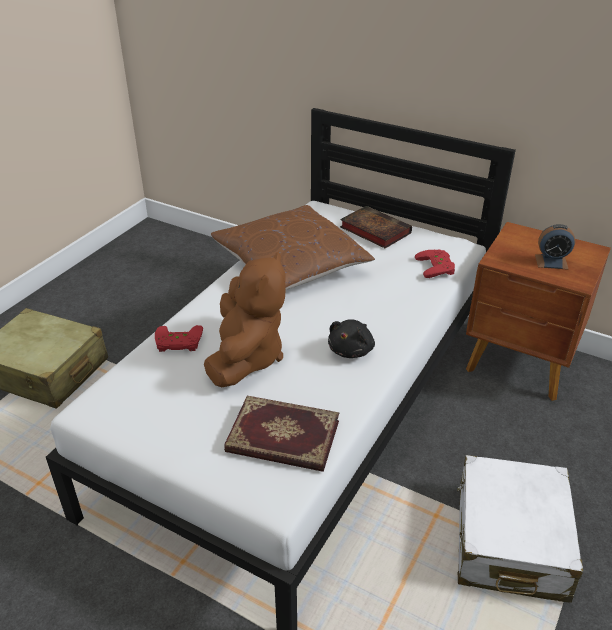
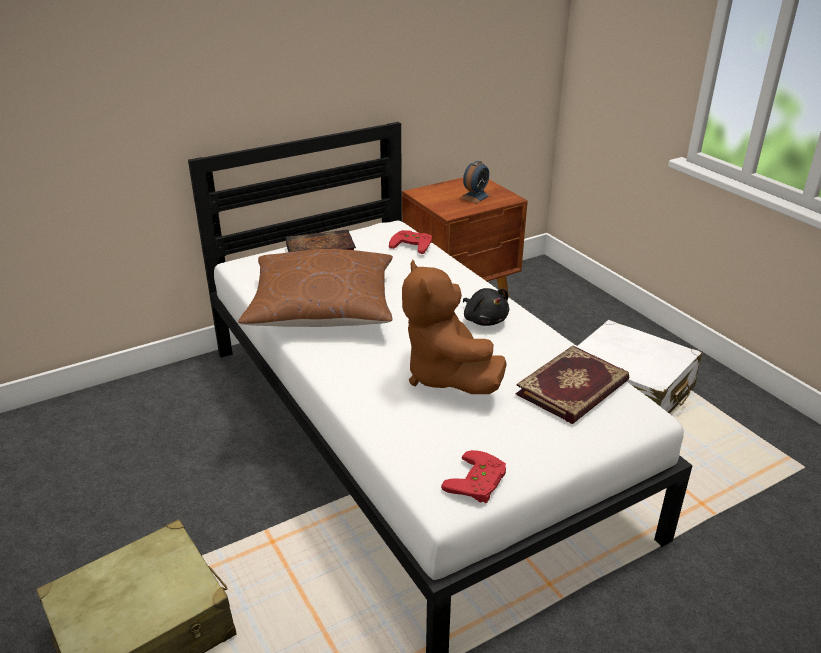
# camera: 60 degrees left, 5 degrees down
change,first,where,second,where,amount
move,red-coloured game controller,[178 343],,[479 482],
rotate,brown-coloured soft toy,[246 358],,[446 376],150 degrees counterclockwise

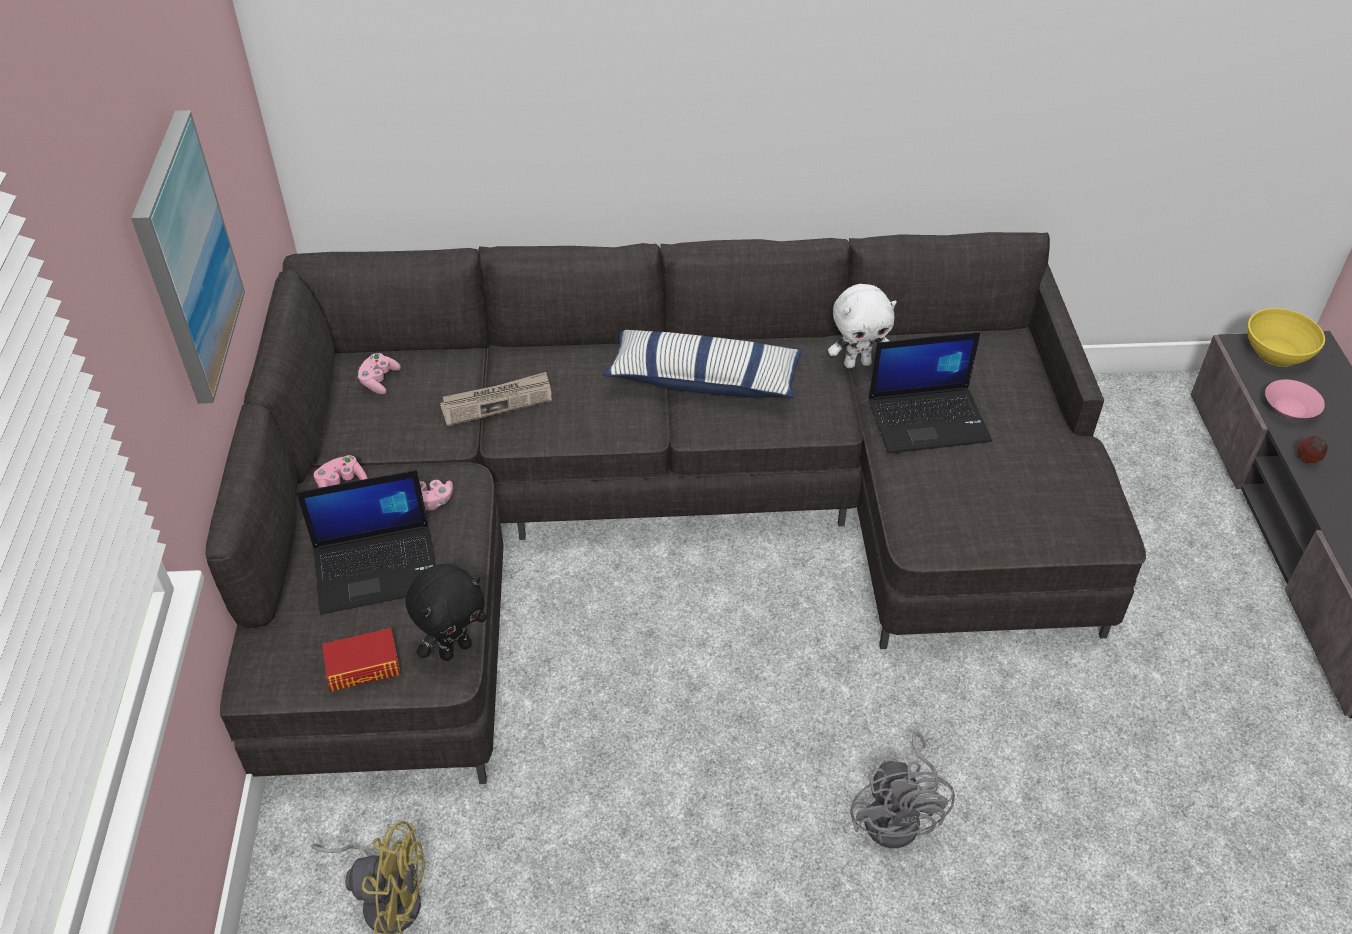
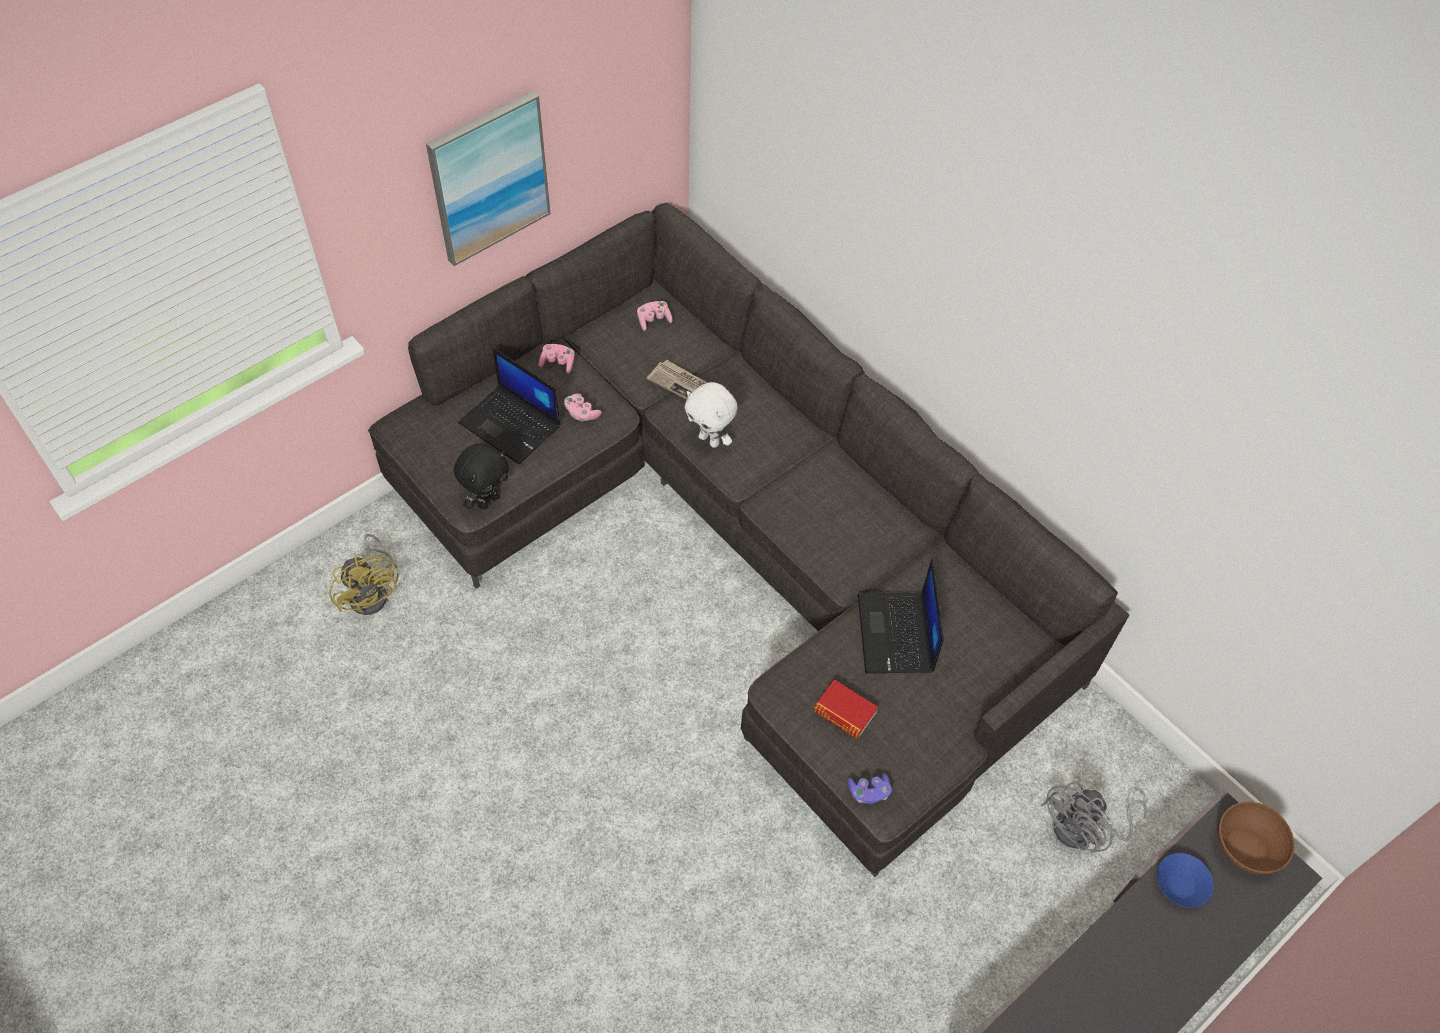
# camera: 50 degrees right, 10 degrees up
change,first,where,second,where,amount
delete,cushion,[704 379],,,
delete,whole apple,[1307 460],,,
insert,,,purplish game controller,[868 792],
move,volume,[363 665],,[844 712],
move,white-coloured soft toy,[857 363],,[710 440],
move,greyish fan,[899 816],,[1083 831],
recolor,yellowish deep dish,[1277 353],brown-coloured deep dish,[1245 847],
recolor,pink-coloured deep dish,[1290 409],bluish deep dish,[1180 885],
rotate,black-coloured soft toy,[455 649],,[487 500],60 degrees counterclockwise
rotate,laptop,[929 419],,[896 634],45 degrees clockwise

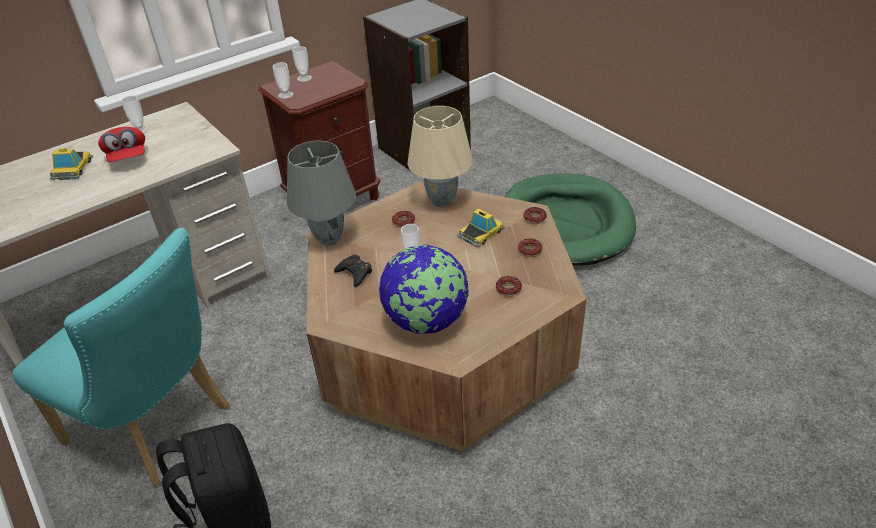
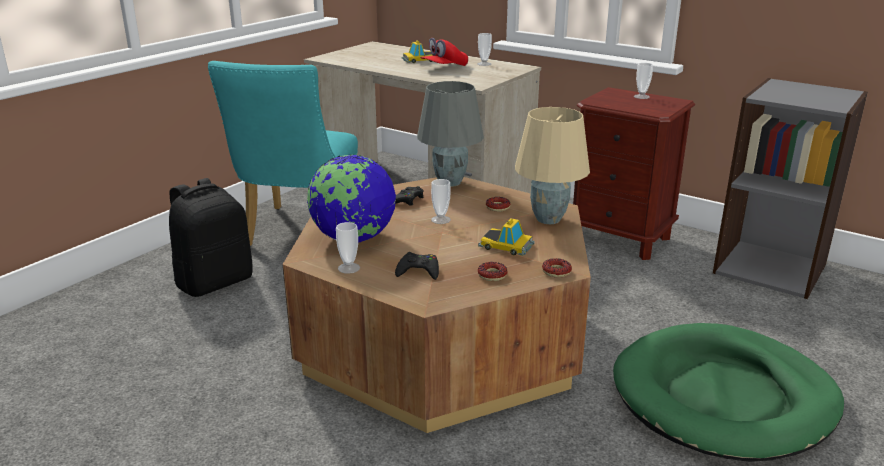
# camera: 70 degrees right, 15 degrees down
change,first,where,second,where,amount
move,cup,[285 95],,[349 268],
replace,donut,[508 289],black-coloured game controller,[418 271],

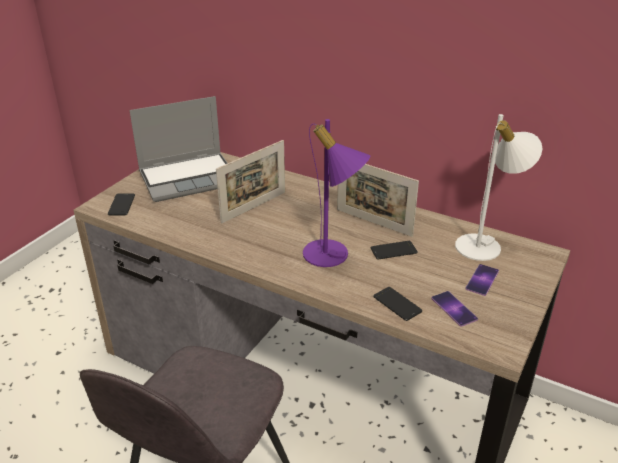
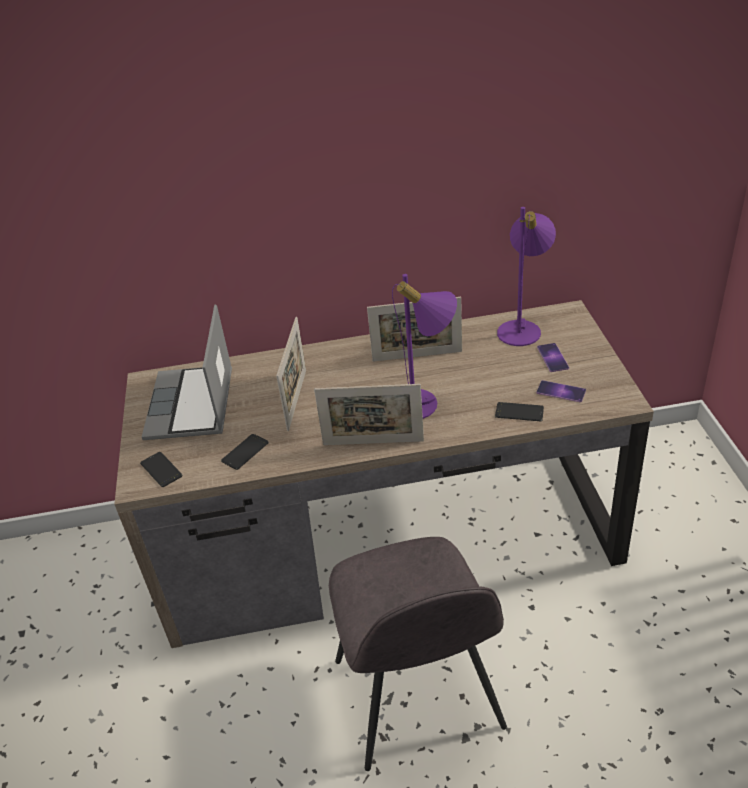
# camera: 35 degrees left, 5 degrees up
change,first,where,second,where,amount
insert,,,photo frame,[373 443],
move,handset,[393 251],,[245 452],
recolor,white-coloured lamp for a table,[486 245],purplish lamp for a table,[523 328],
rotate,laptop,[189 178],,[192 405],150 degrees clockwise

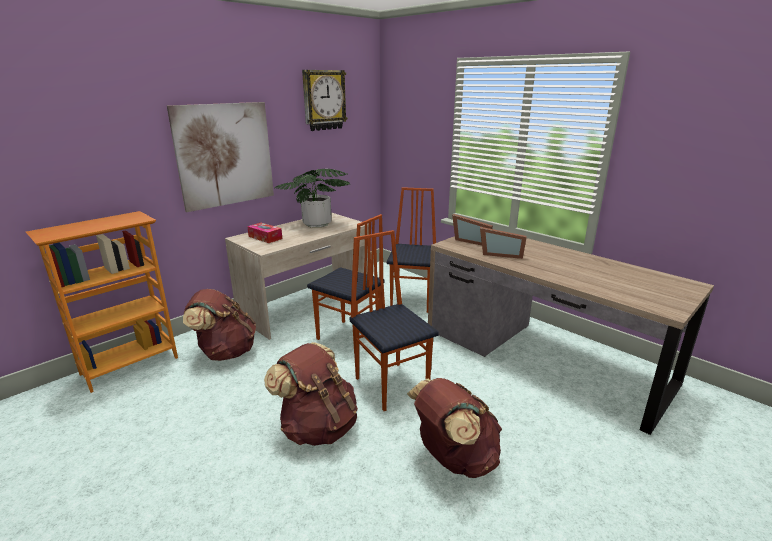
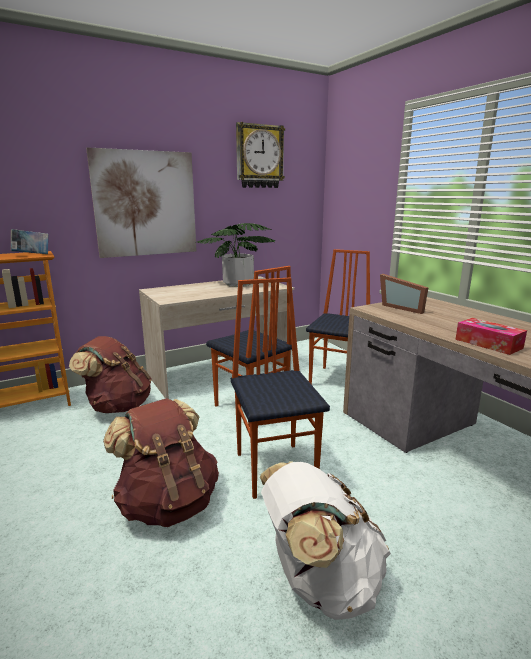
# camera: 15 degrees right, 5 degrees down
change,first,where,second,where,amount
delete,photo frame,[500 254],,,
insert,,,volume,[32 255],
move,tissue holder,[265 237],,[488 344],
recolor,brown-coloured rucksack,[454 458],white-coloured rucksack,[320 581],

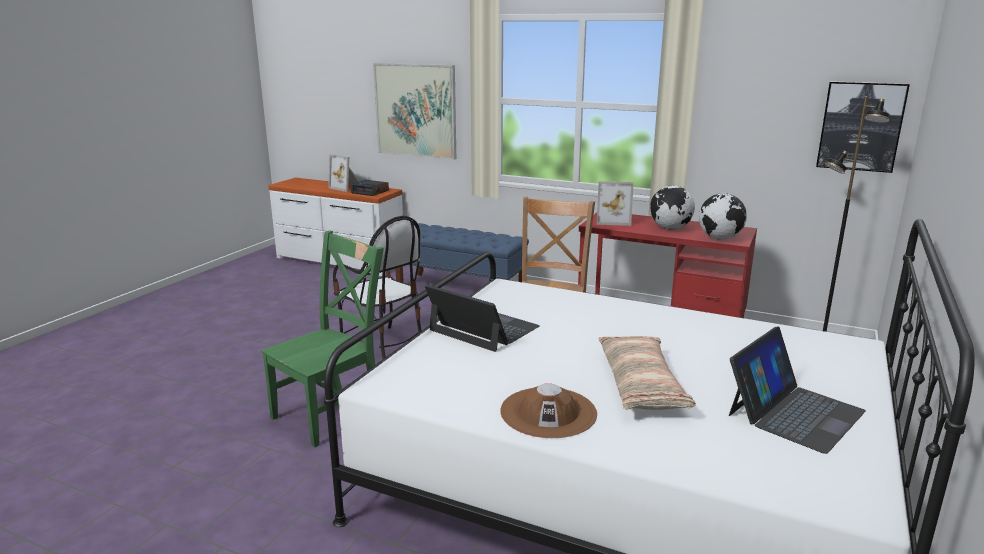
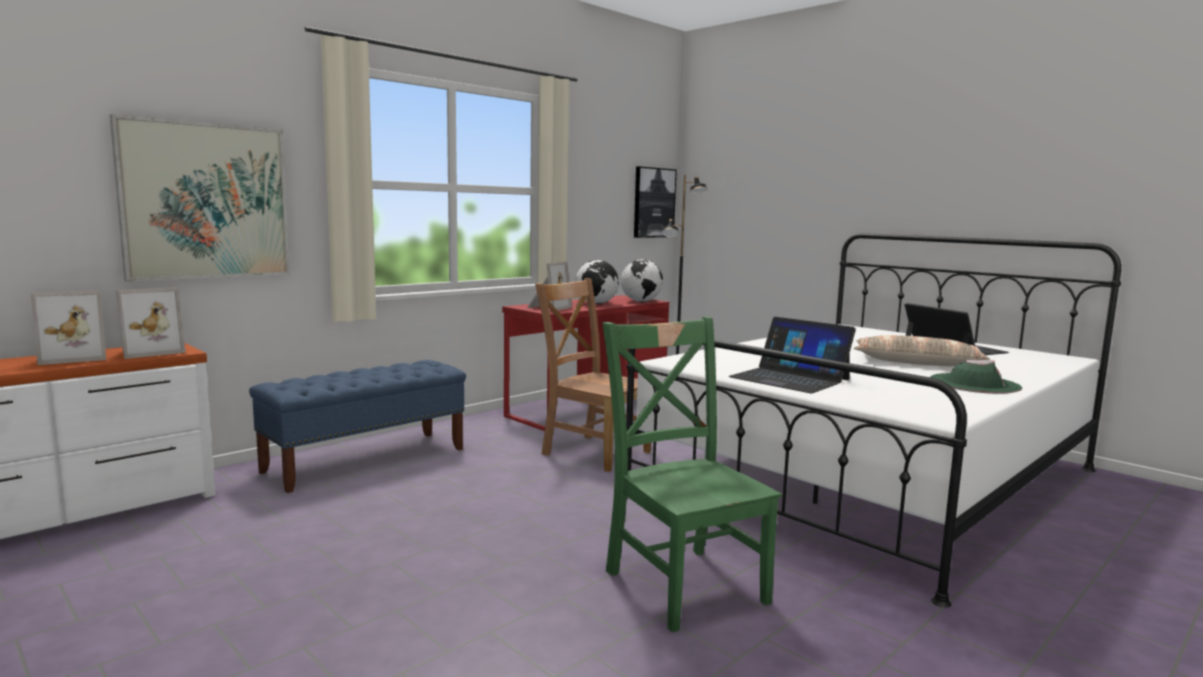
# camera: 70 degrees left, 10 degrees down
change,first,where,second,where,amount
delete,chair,[383 346],,,
replace,bedside clock,[370 192],photo frame,[150 351],
recolor,brown-coloured clothing hat,[548 412],greenish clothing hat,[974 384],
rotate,laptop,[483 329],,[789 378],105 degrees counterclockwise

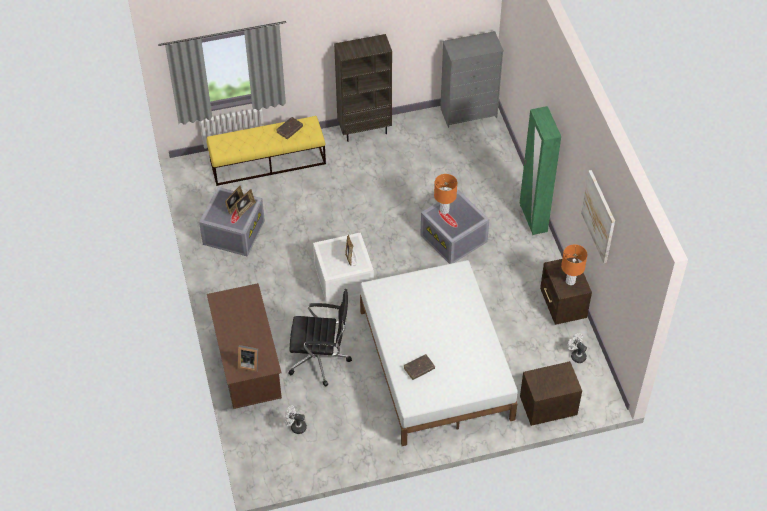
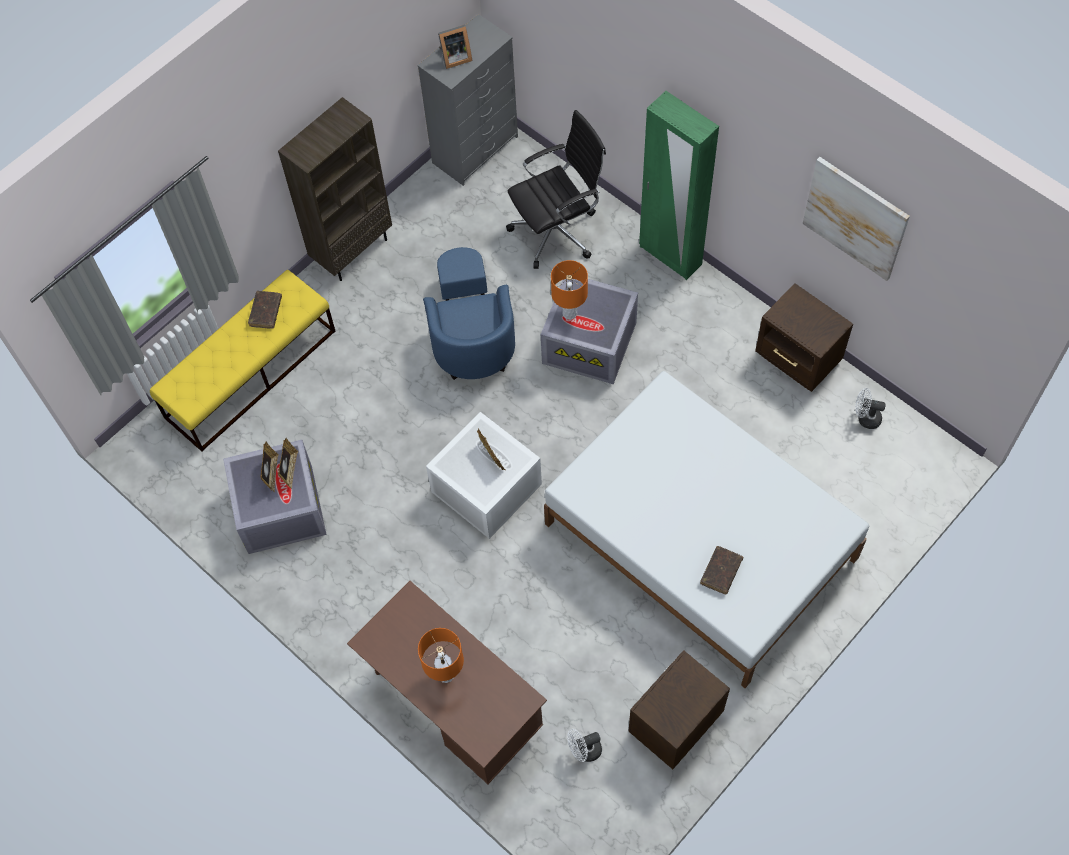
# camera: 30 degrees left, 10 degrees up
change,first,where,second,where,amount
insert,,,bluish lounge chair,[471 336],
move,photo frame,[248 363],,[454 57],
move,black-coloured desk chair,[320 359],,[557 231],
move,brown-coloured nightstand,[546 408],,[673 723],
move,orange-coloured lamp for a table,[570 281],,[445 675],

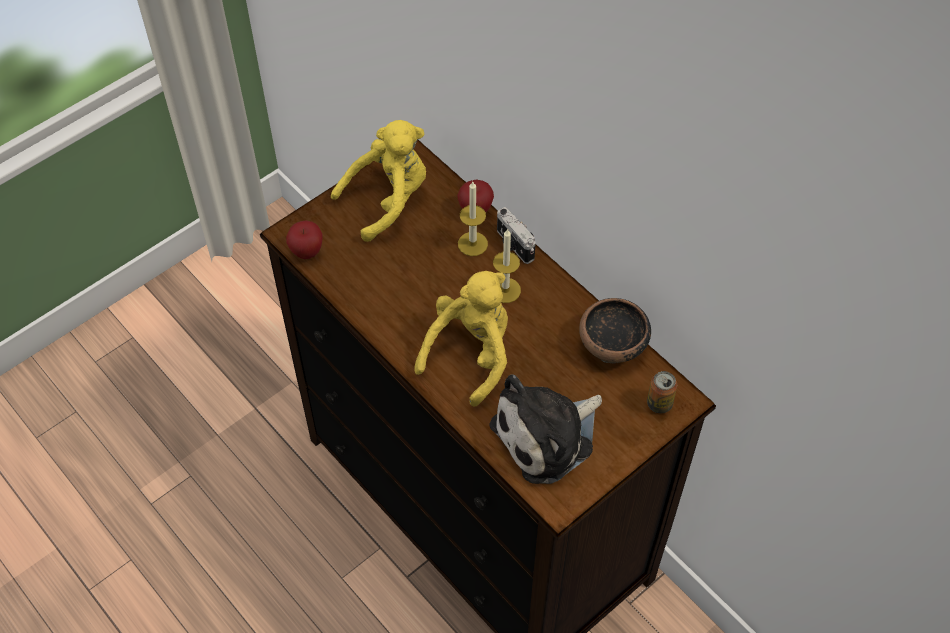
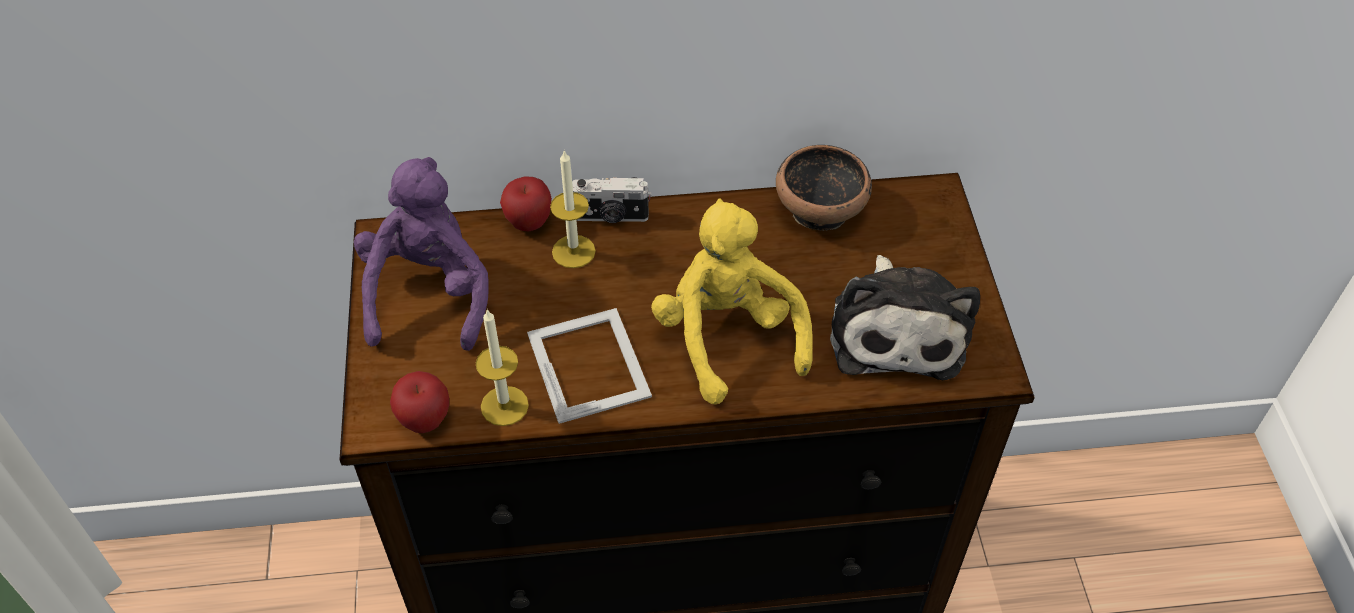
# camera: 55 degrees left, 5 degrees down
change,first,where,second,where,amount
delete,can,[659 403],,,
insert,,,photo frame,[589 363],
move,wax candle,[505 290],,[504 406],
recolor,yellowish soft toy,[388 199],purplish soft toy,[429 294],

